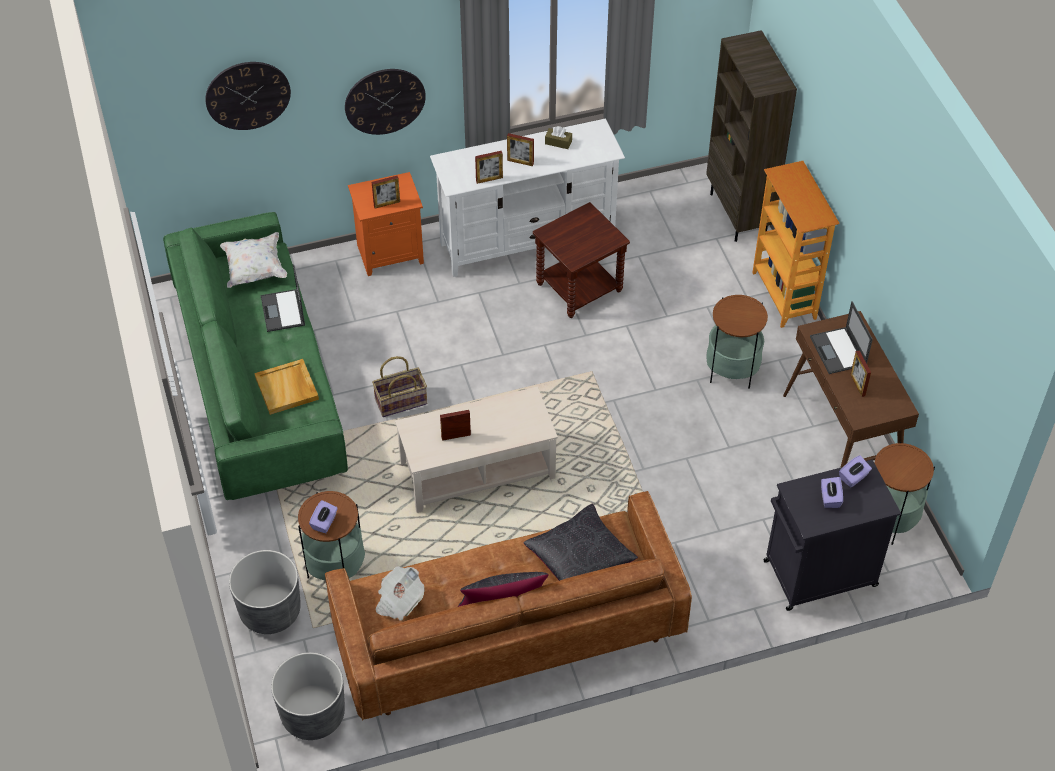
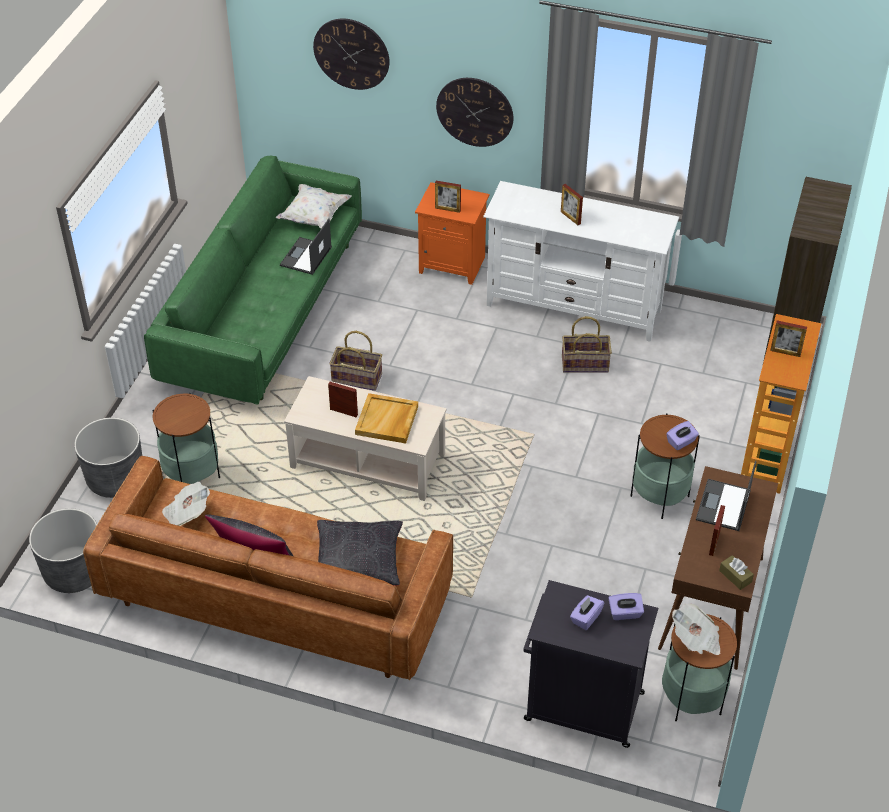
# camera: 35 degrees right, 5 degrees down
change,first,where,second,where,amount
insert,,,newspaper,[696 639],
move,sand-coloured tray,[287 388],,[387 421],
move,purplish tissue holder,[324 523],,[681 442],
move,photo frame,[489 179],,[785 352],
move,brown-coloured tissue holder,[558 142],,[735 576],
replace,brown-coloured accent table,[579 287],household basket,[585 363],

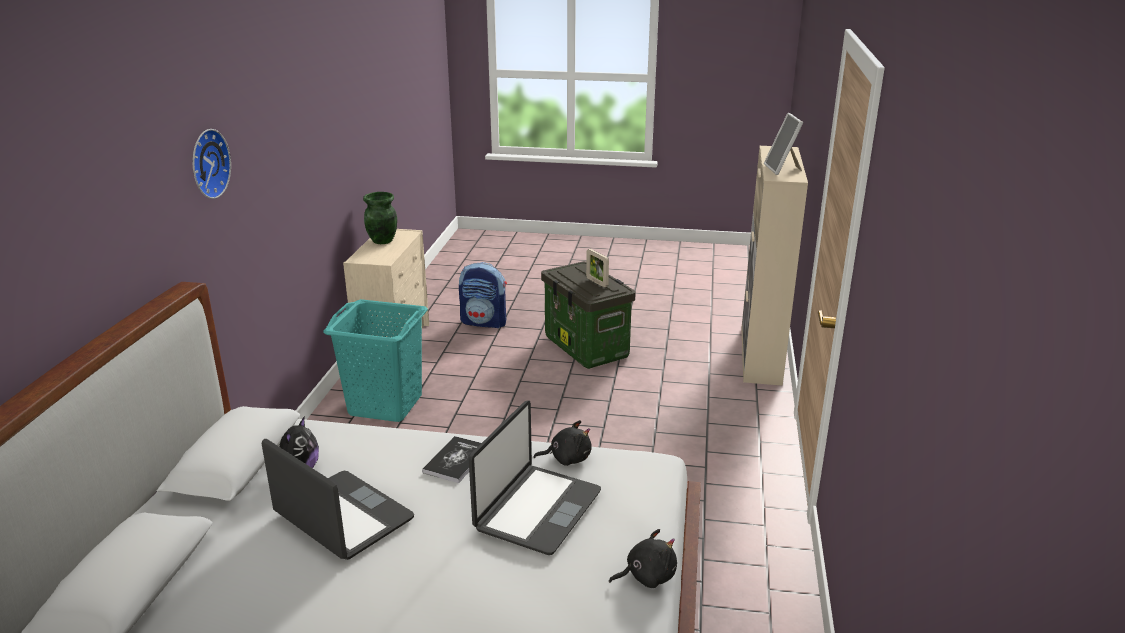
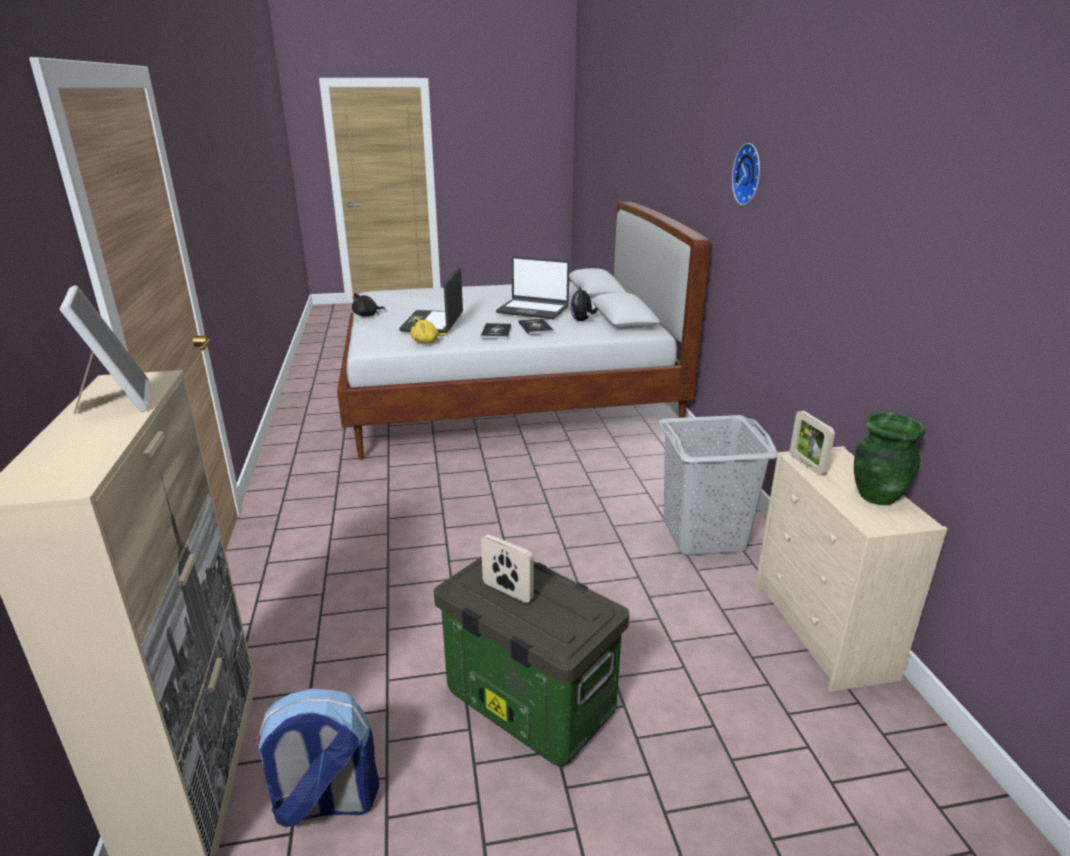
# camera: 160 degrees right, 0 degrees up
change,first,where,second,where,amount
insert,,,volume,[535 328],
insert,,,photo frame,[807 464],
move,rucksack,[484 322],,[325 802],
recolor,turquoise-coloured washing basket,[385 404],greyish washing basket,[704 535],
recolor,black-coloured soft toy,[567 458],yellowish soft toy,[427 342],

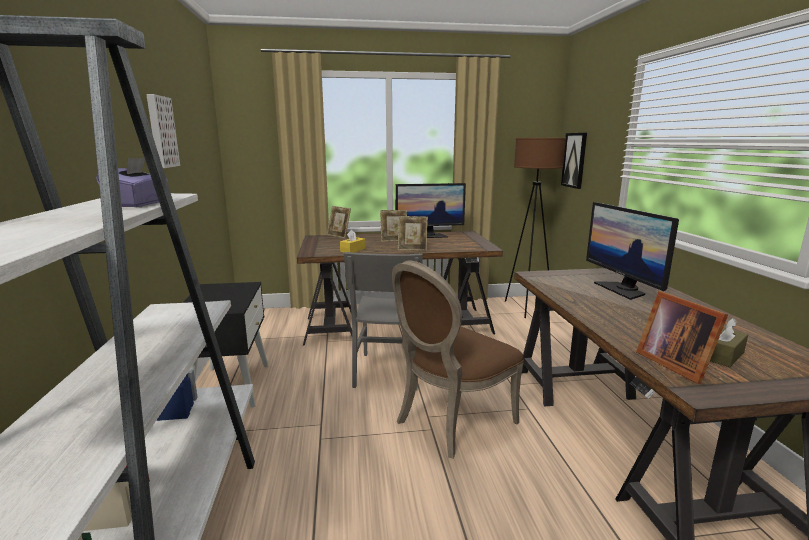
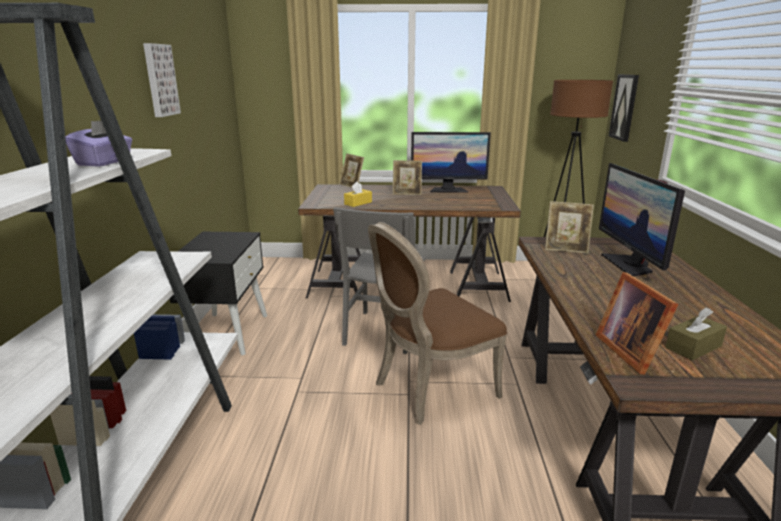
# camera: 10 degrees right, 5 degrees up
change,first,where,second,where,amount
move,photo frame,[412 249],,[566 249],

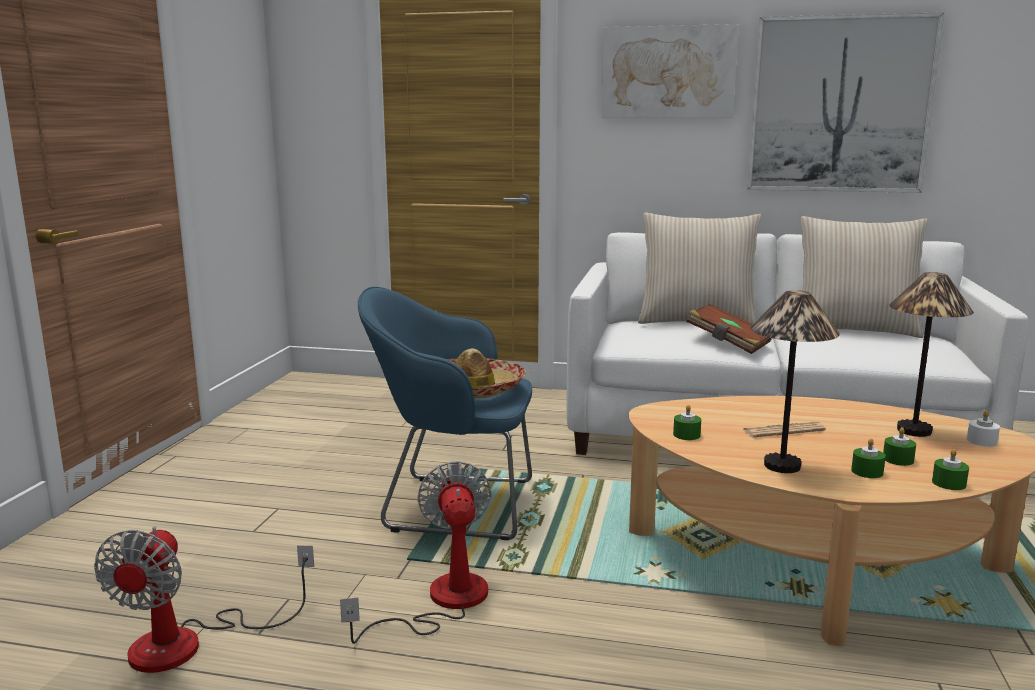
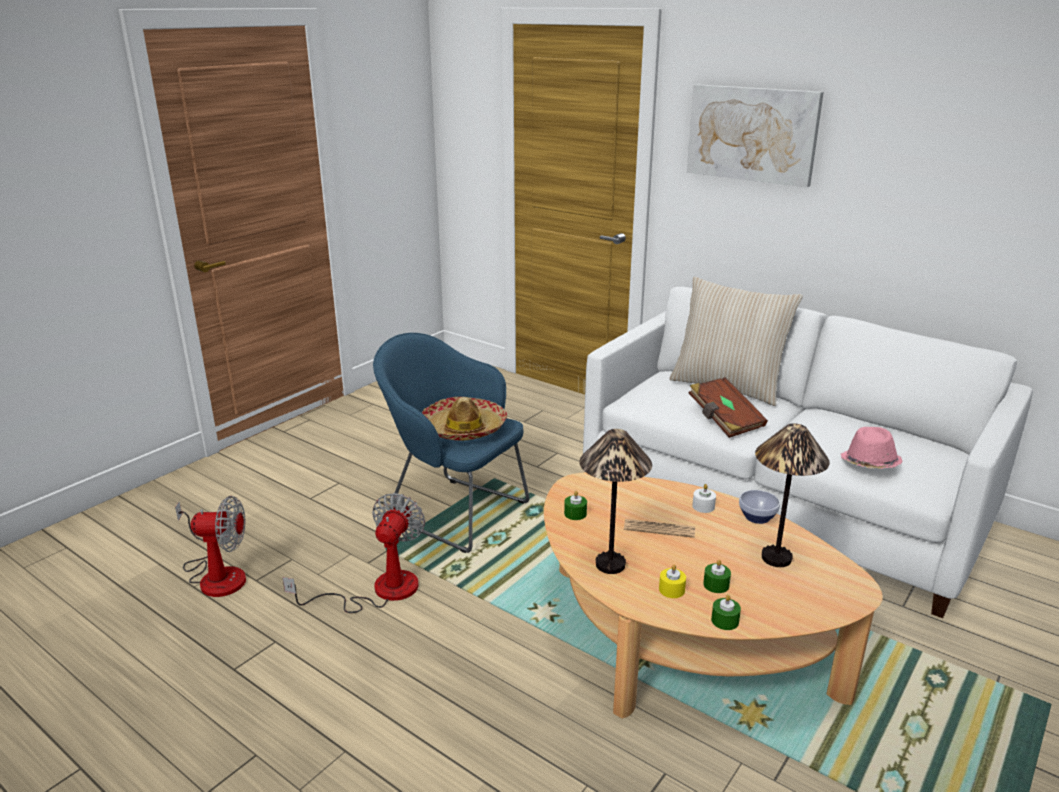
# camera: 25 degrees right, 10 degrees up
change,first,where,second,where,amount
delete,picture,[839 105],,,
delete,sand-coloured cushion,[854 330],,,
insert,,,deep dish,[756 517],
insert,,,pink-coloured clothing hat,[869 464],
move,white-coloured wax candle,[981 441],,[703 506],
recolor,greenish wax candle,[867 472],yellowish wax candle,[671 589],
rotate,fan,[191 642],,[217 574],120 degrees counterclockwise

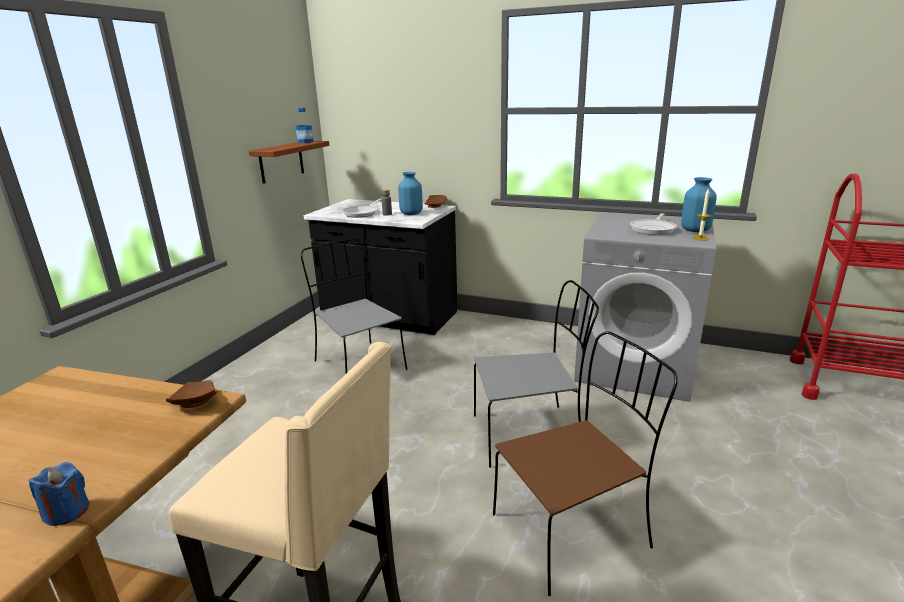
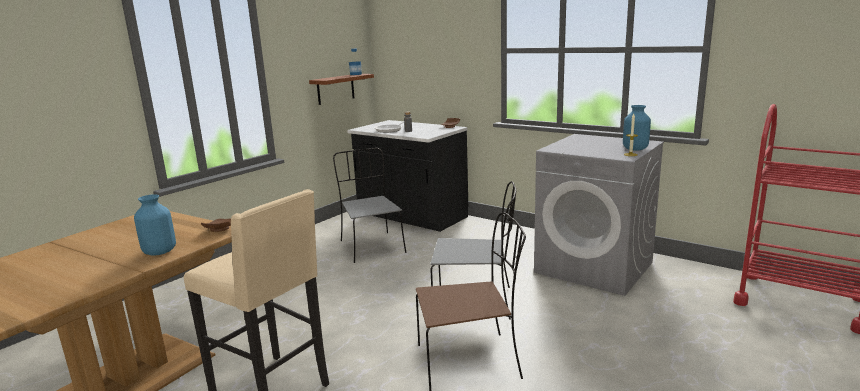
# camera: 15 degrees right, 5 degrees down
change,first,where,second,where,amount
delete,bluish wax candle,[67 512],,,
delete,pan,[653 229],,,
move,bluish vase,[411 213],,[159 251],

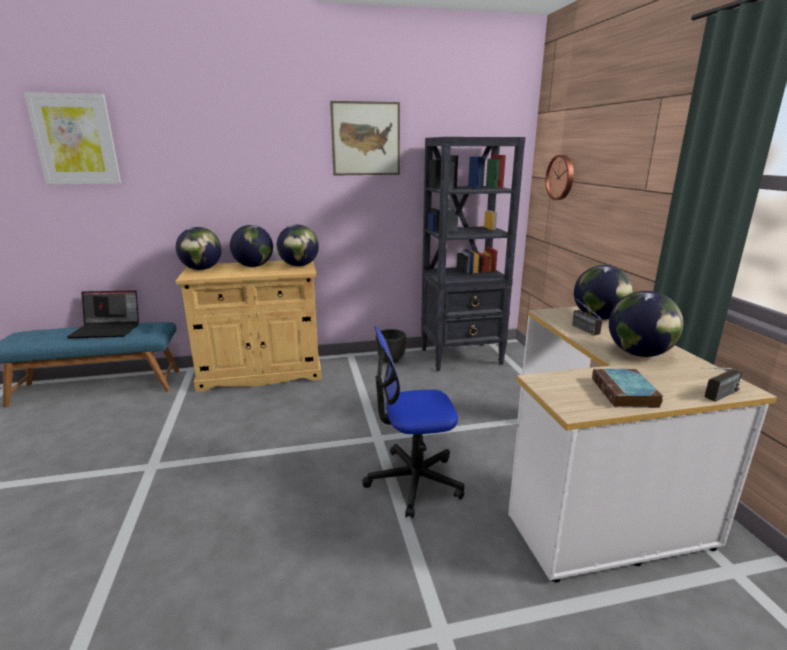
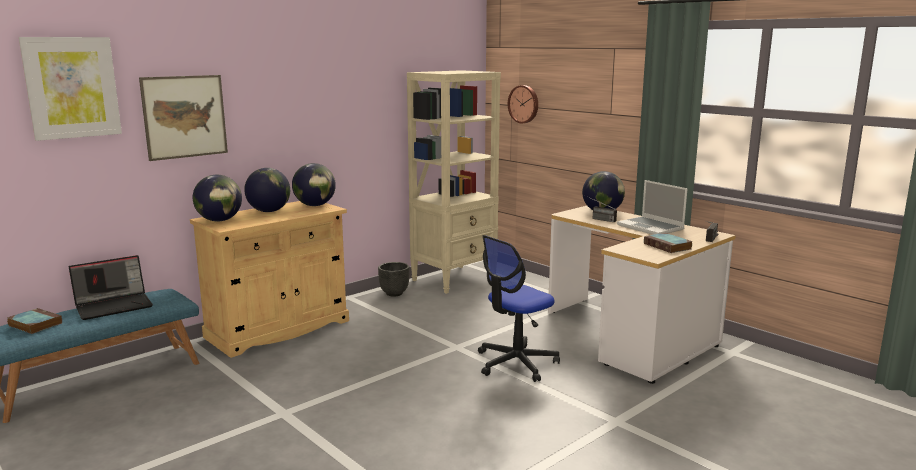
# camera: 30 degrees left, 5 degrees down
change,first,where,second,where,amount
insert,,,volume,[34 324],
move,picture,[366 139],,[185 116],
replace,desk globe,[639 354],laptop,[651 227],
recolor,black-coloured bookcase,[462 357],sand-coloured bookcase,[454 279],

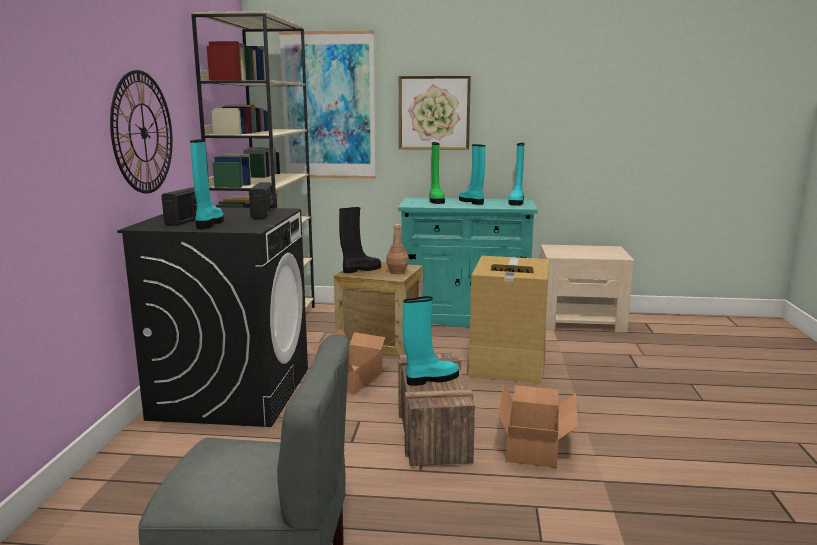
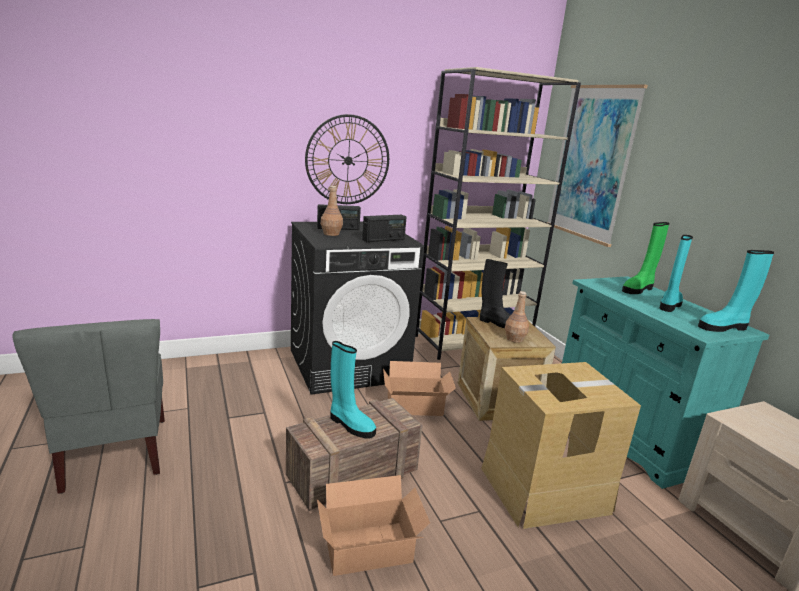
# camera: 60 degrees right, 5 degrees up
change,first,where,second,where,amount
delete,picture,[434 113],,,
replace,turquoise-coloured tall boot,[209 224],brown-coloured beverage bottle,[331 234],

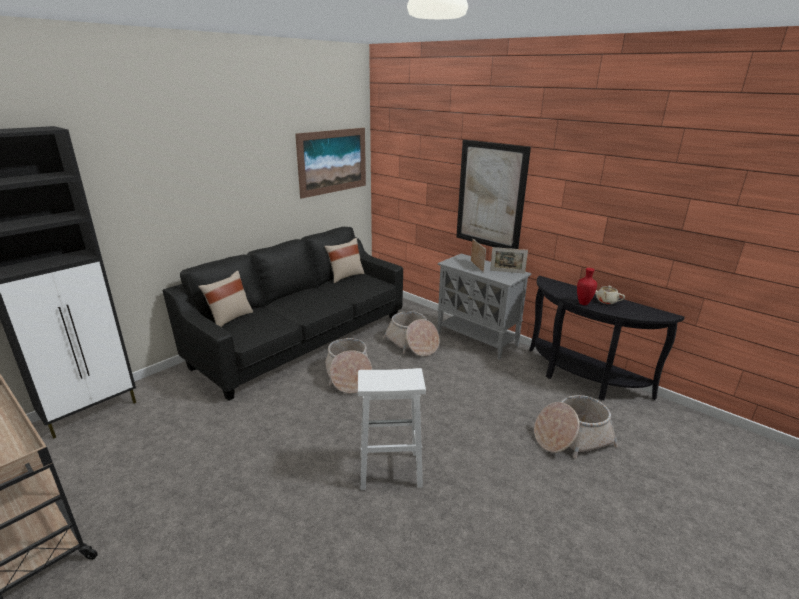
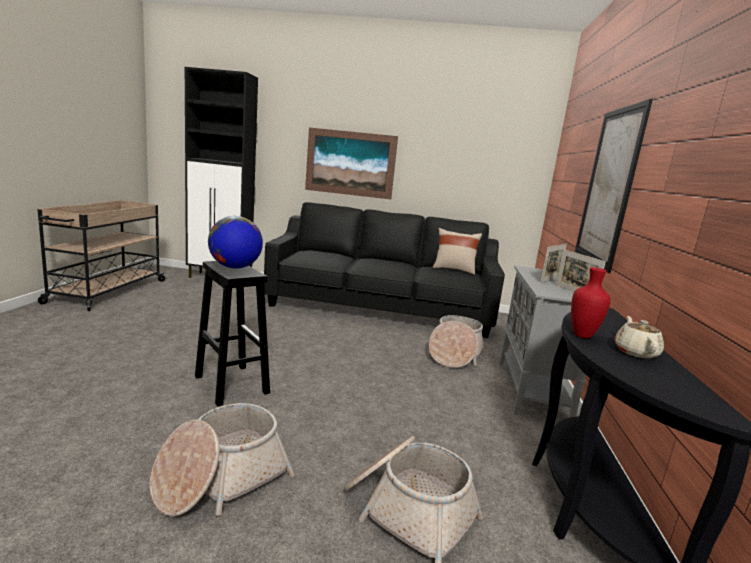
# camera: 55 degrees right, 10 degrees down
change,first,where,second,where,amount
delete,sand-coloured cushion,[229 319],,,
insert,,,desk globe,[235 267],
move,picture,[333 161],,[350 163],
move,household basket,[349 376],,[220 479],
recolor,white-coloured stool seat,[389 470],black-coloured stool seat,[230 384],

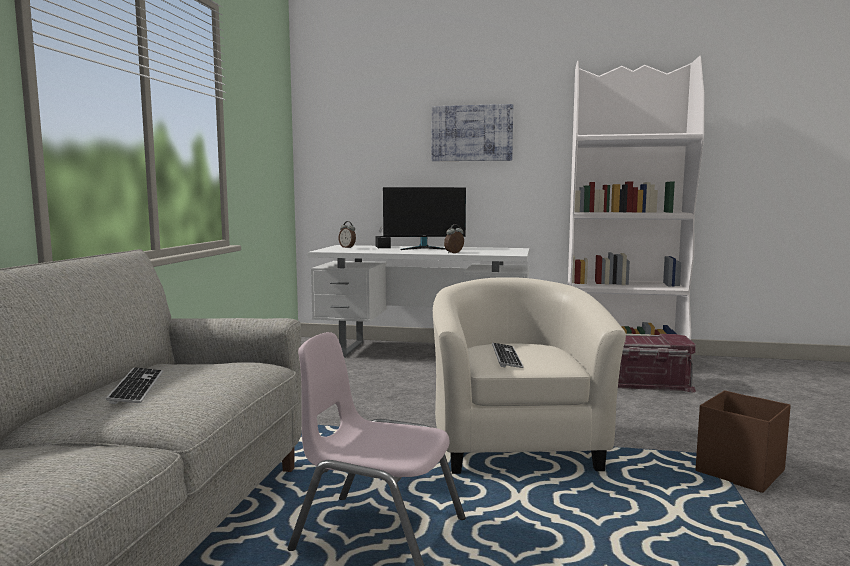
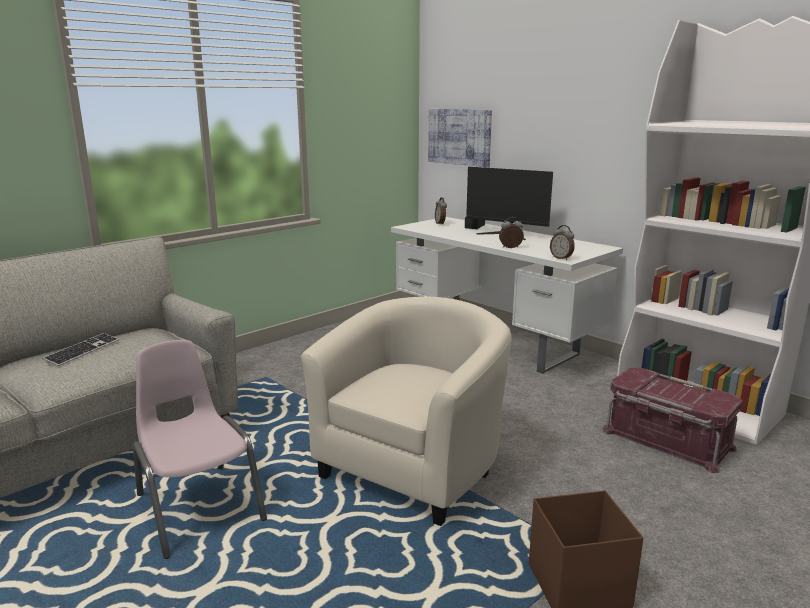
# camera: 35 degrees right, 10 degrees up
change,first,where,second,where,amount
delete,keyboard,[506 357],,,
insert,,,bedside clock,[561 258],
move,picture,[472 133],,[459 137],

